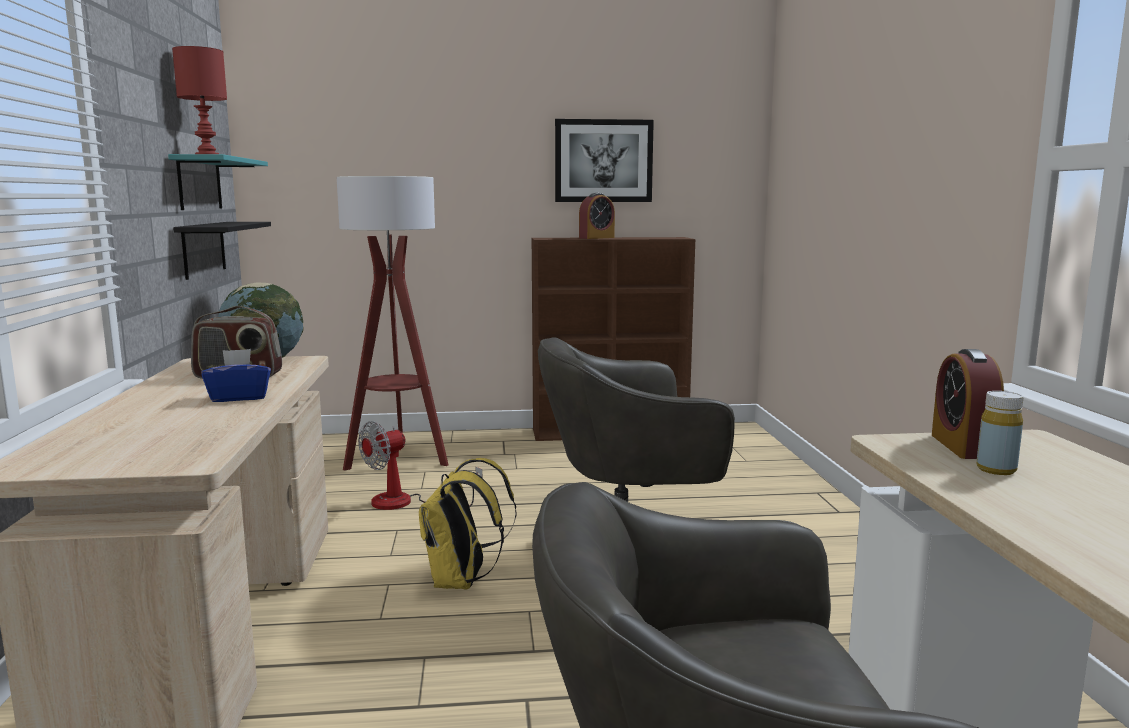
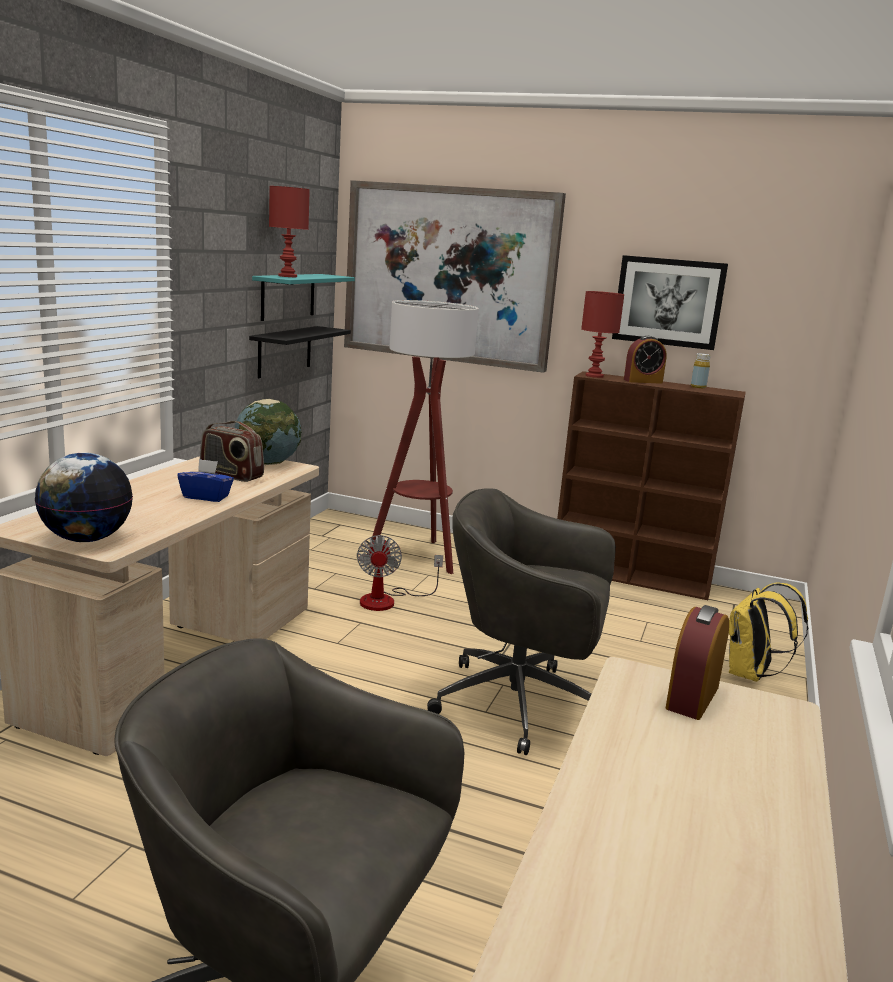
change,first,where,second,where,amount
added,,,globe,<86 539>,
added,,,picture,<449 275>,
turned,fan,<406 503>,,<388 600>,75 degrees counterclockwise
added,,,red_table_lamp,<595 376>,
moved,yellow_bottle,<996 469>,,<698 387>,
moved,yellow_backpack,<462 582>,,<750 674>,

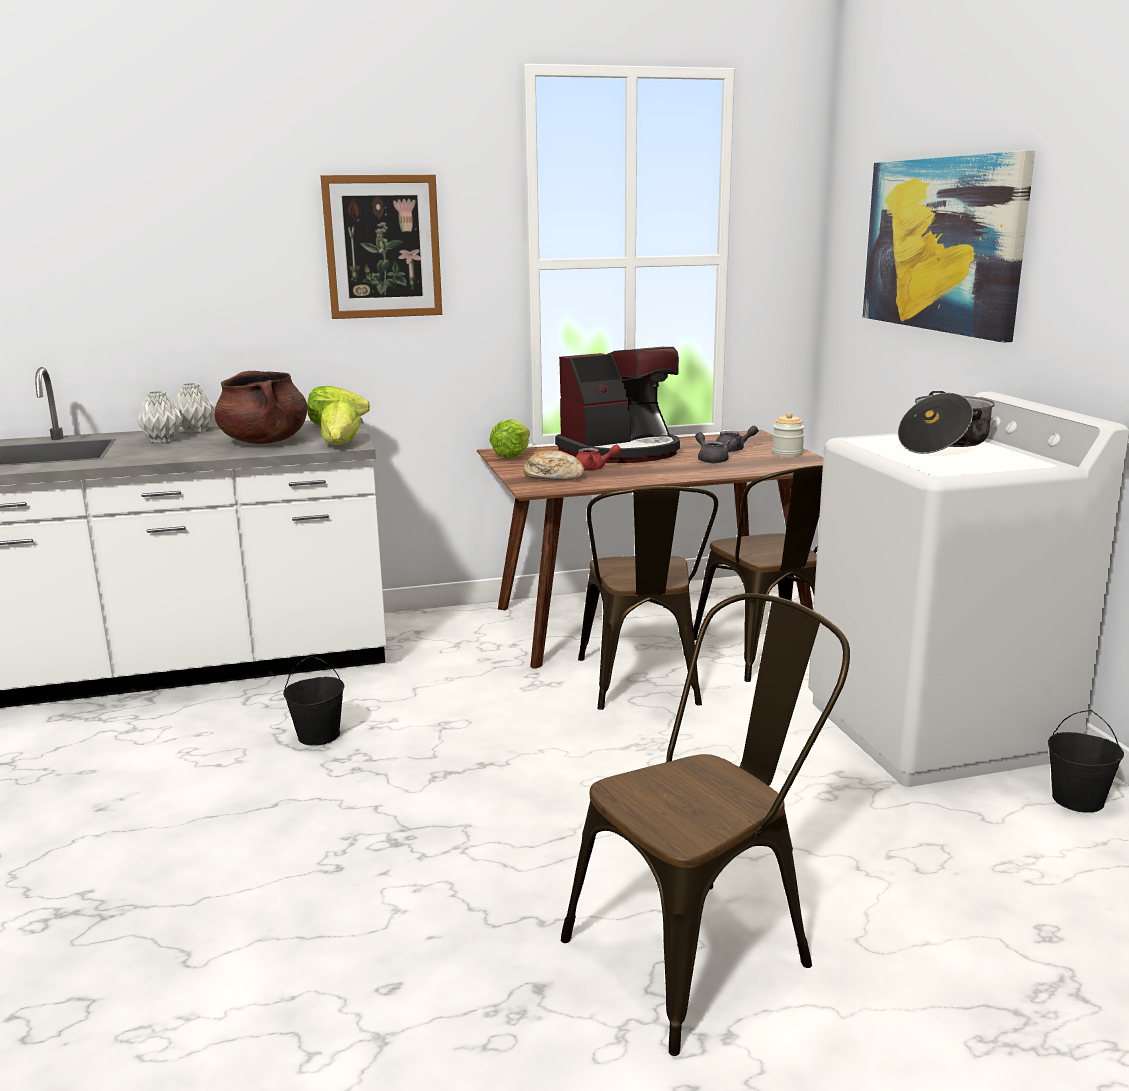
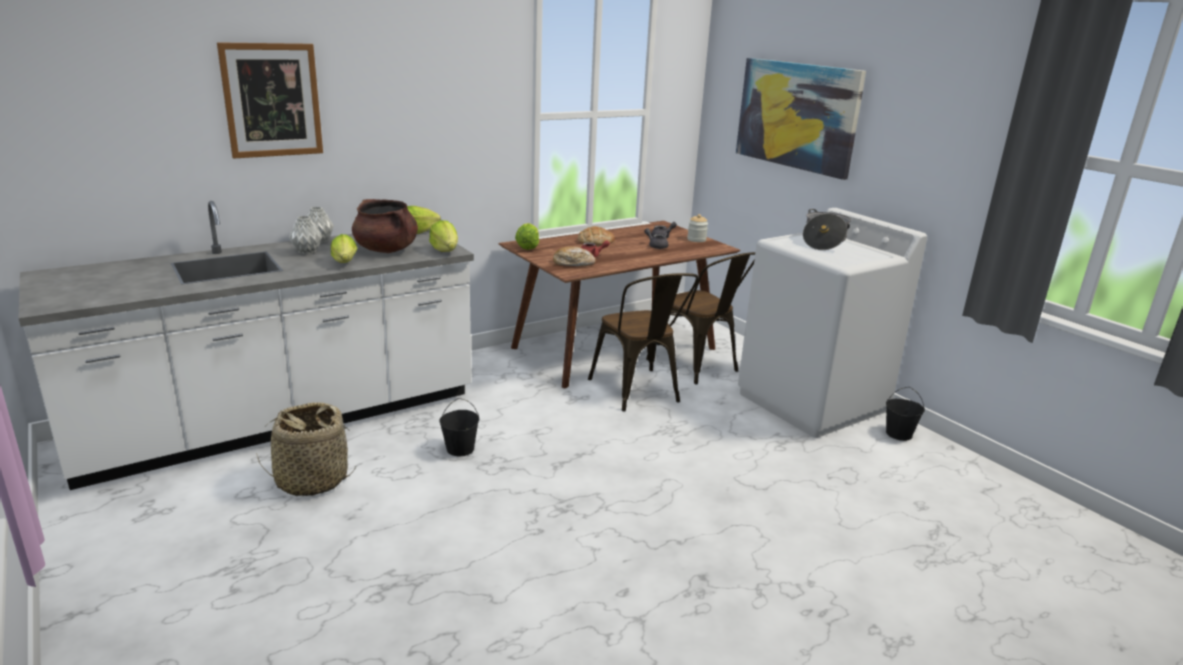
change,first,where,second,where,amount
moved,picture,<383 247>,,<272 100>,
added,,,basket,<311 480>,
added,,,lettuce,<345 263>,
replaced,coffee_machine,<621 451>,bread,<595 241>,
removed,brown_chair,<704 949>,,,

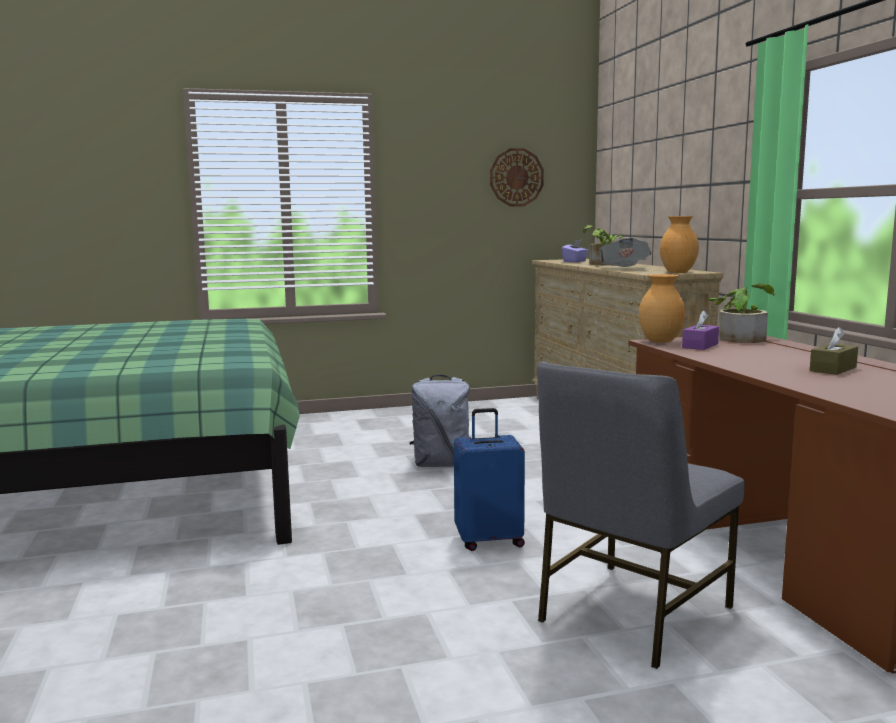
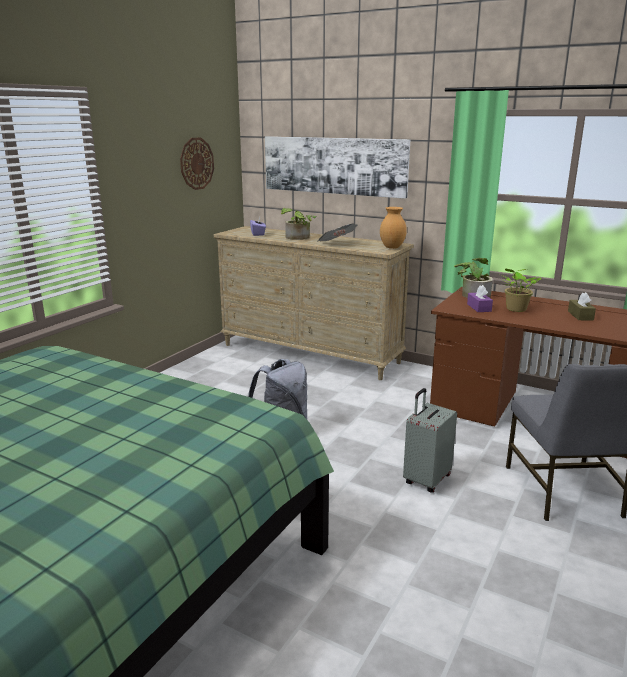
change,first,where,second,where,amount
added,,,picture,<334 165>,
recoloured,blue_suitcase,<489 540>,grey_suitcase,<426 479>,
added,,,potted_plant,<515 309>,
removed,brown_vase,<660 342>,,,

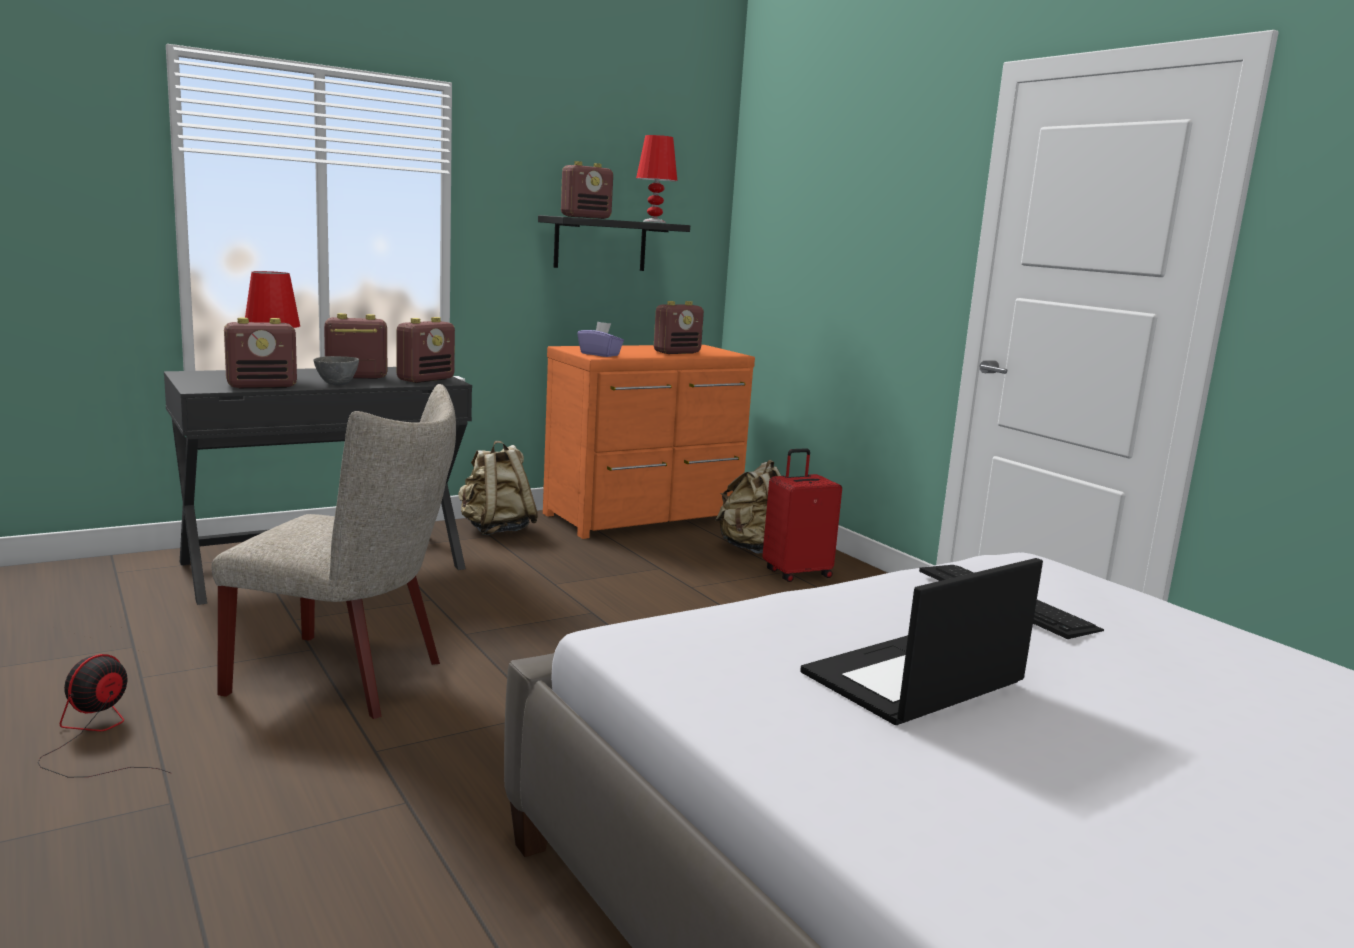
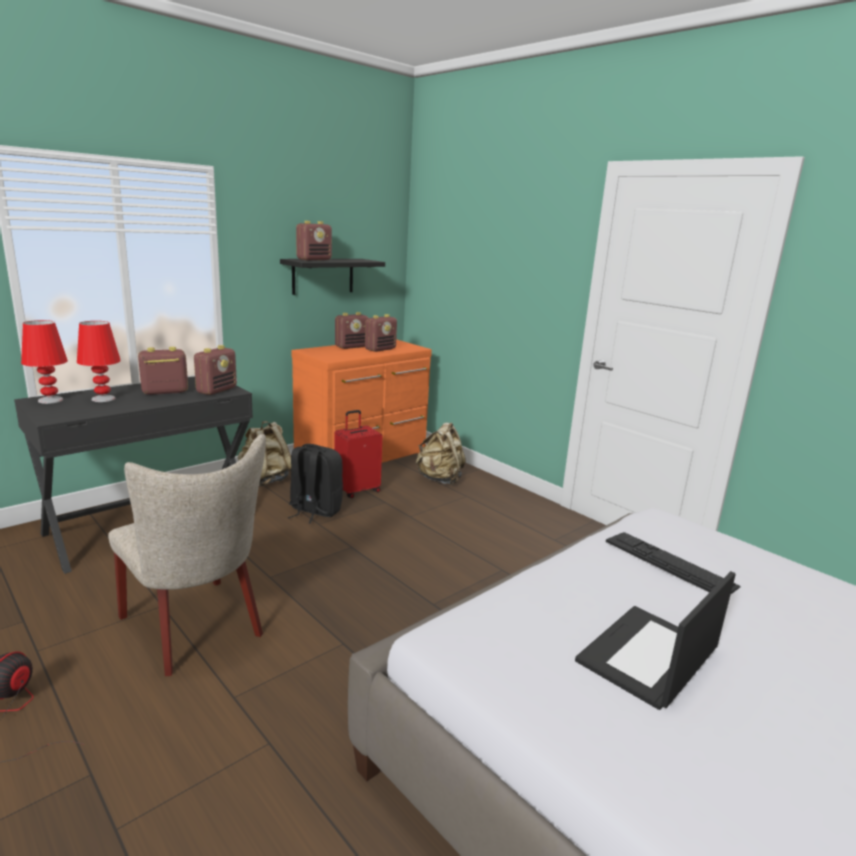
change,first,where,second,where,amount
moved,red_table_lamp,<654 222>,,<51 400>,
turned,beige_chair,<349 678>,,<197 629>,45 degrees clockwise
added,,,black_backpack,<314 511>,
moved,red_suitcase,<796 573>,,<357 490>,
moved,radio,<262 386>,,<351 347>,
removed,grey_bowl,<337 384>,,,
removed,purple_tissue_box,<600 354>,,,

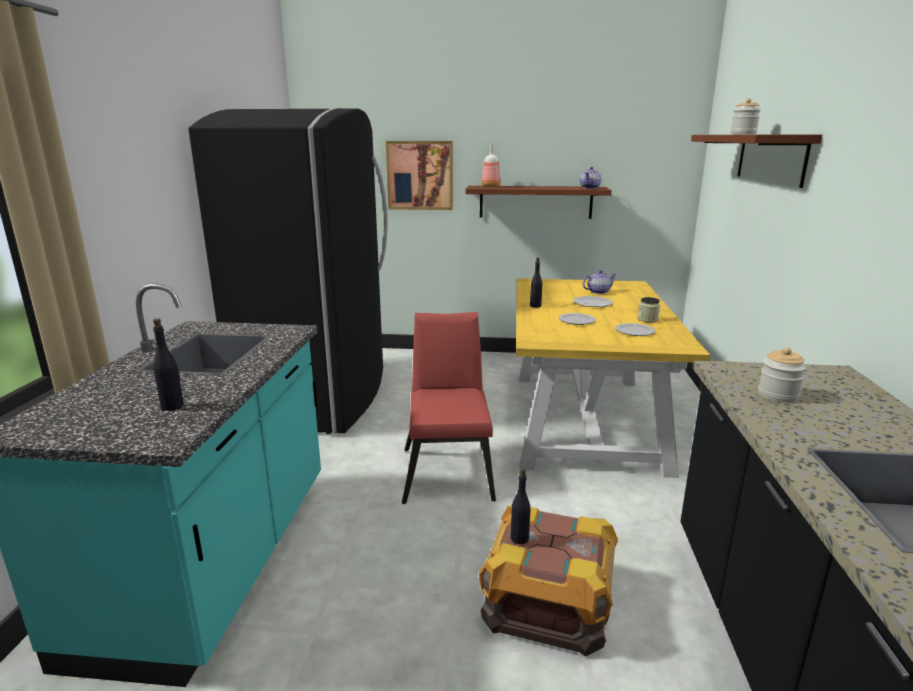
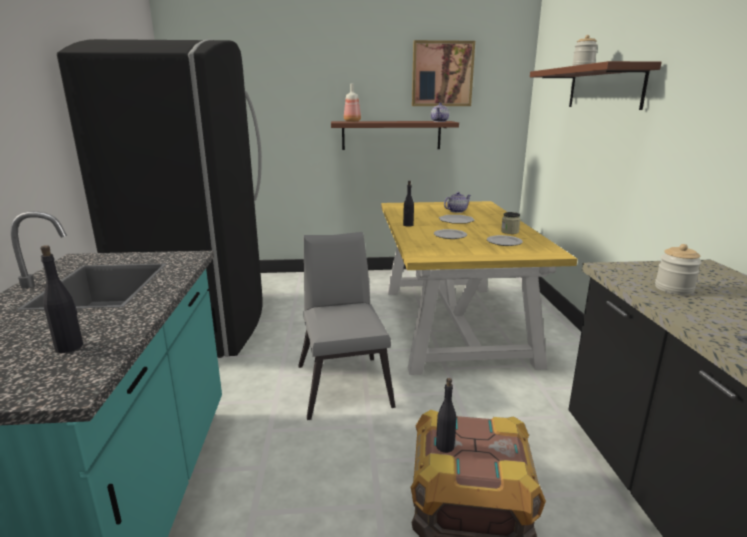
change,first,where,second,where,amount
recoloured,red_chair,<448 469>,grey_chair,<344 381>,
moved,picture,<420 175>,,<442 74>,

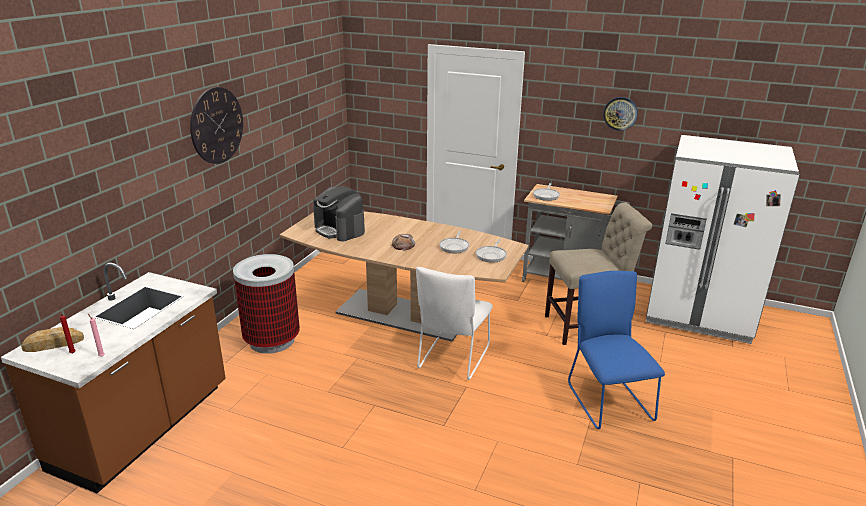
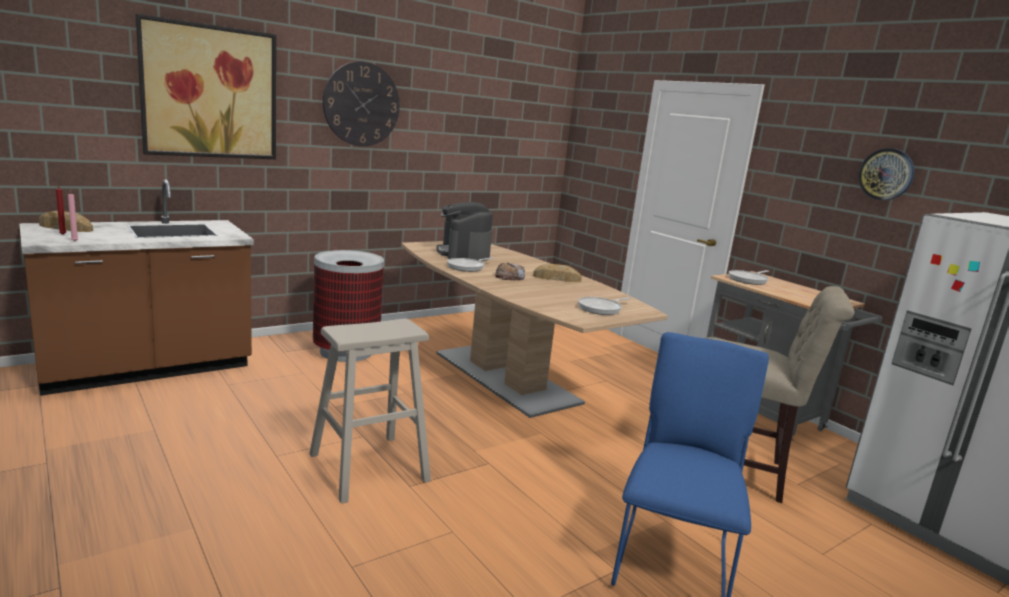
change,first,where,second,where,amount
added,,,picture,<210 92>,
added,,,beige_stool,<369 467>,
moved,frying_pan,<454 246>,,<467 267>,
added,,,bread,<556 278>,
removed,white_chair,<452 359>,,,

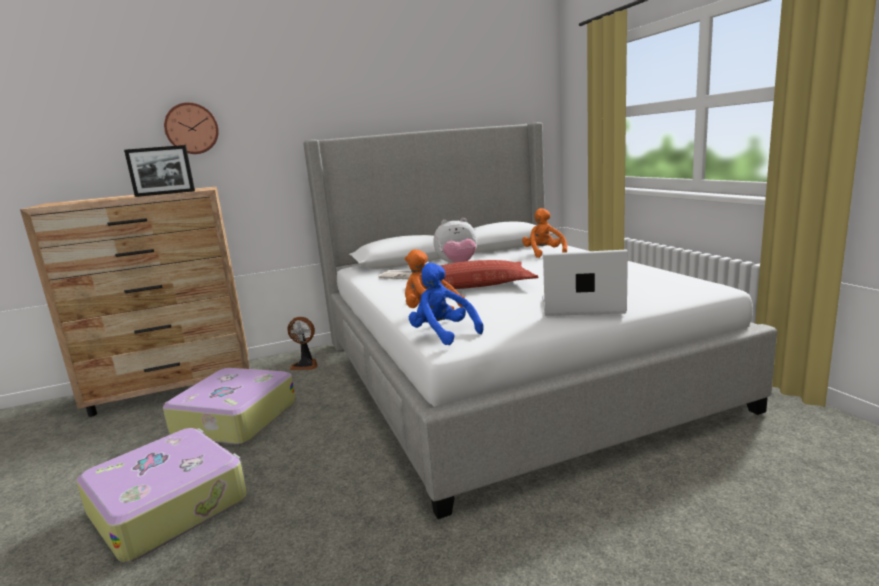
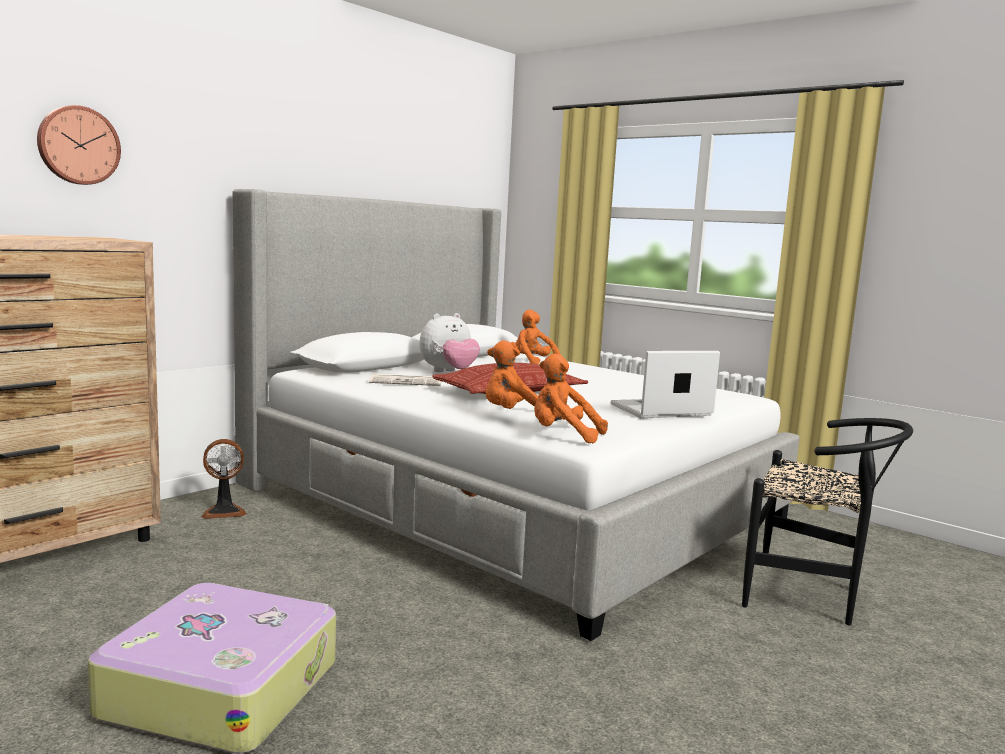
change,first,where,second,where,amount
recoloured,blue_plush_toy,<443 334>,orange_plush_toy,<563 435>,
added,,,black_chair,<811 597>,
removed,picture_frame,<165 194>,,,
removed,suitcase,<234 419>,,,

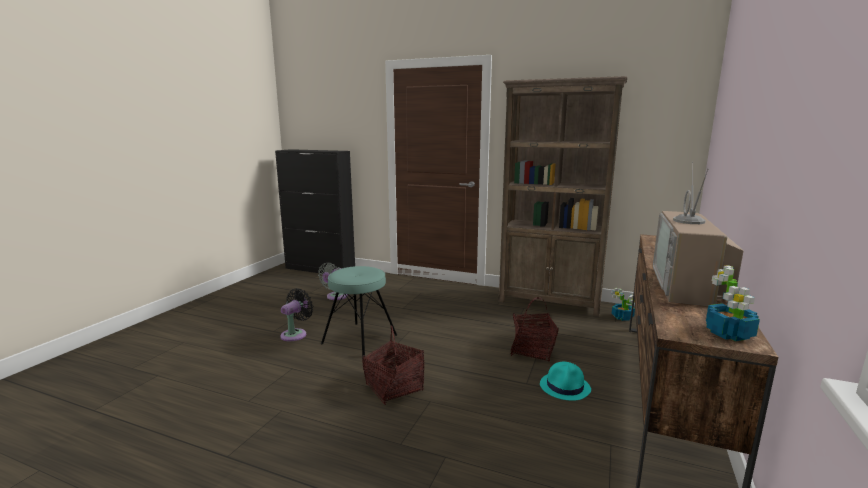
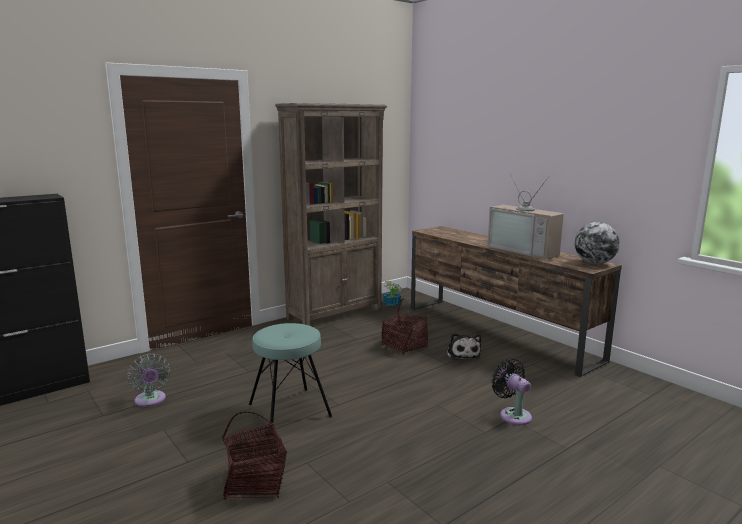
change,first,where,second,where,amount
moved,basket,<394 387>,,<255 482>,
replaced,turquoise_hat,<565 387>,plush_toy,<462 354>,
moved,black_fan,<296 334>,,<513 415>,
replaced,potted_plant,<729 334>,globe,<594 263>,

